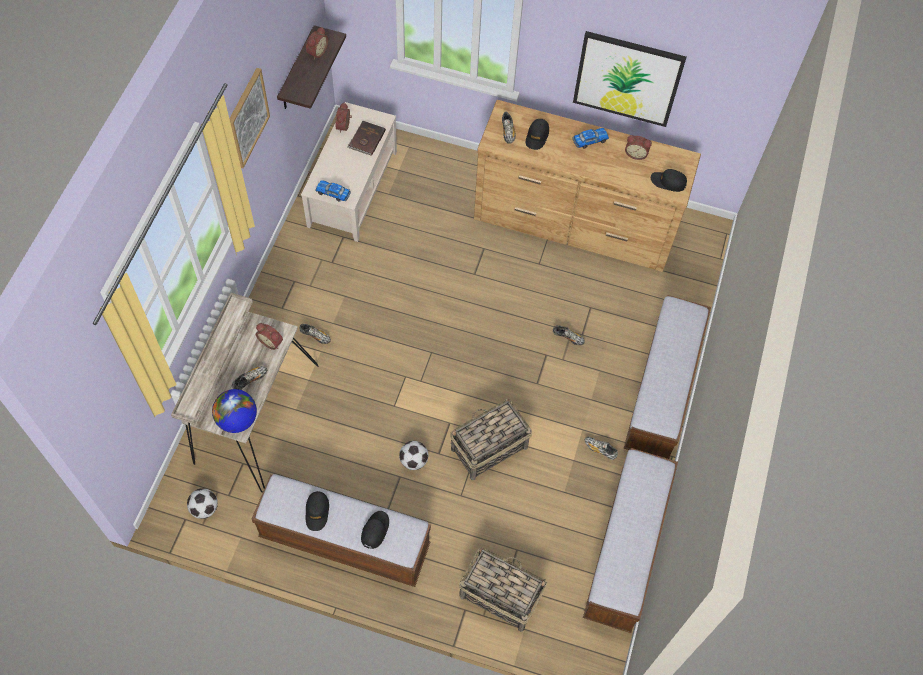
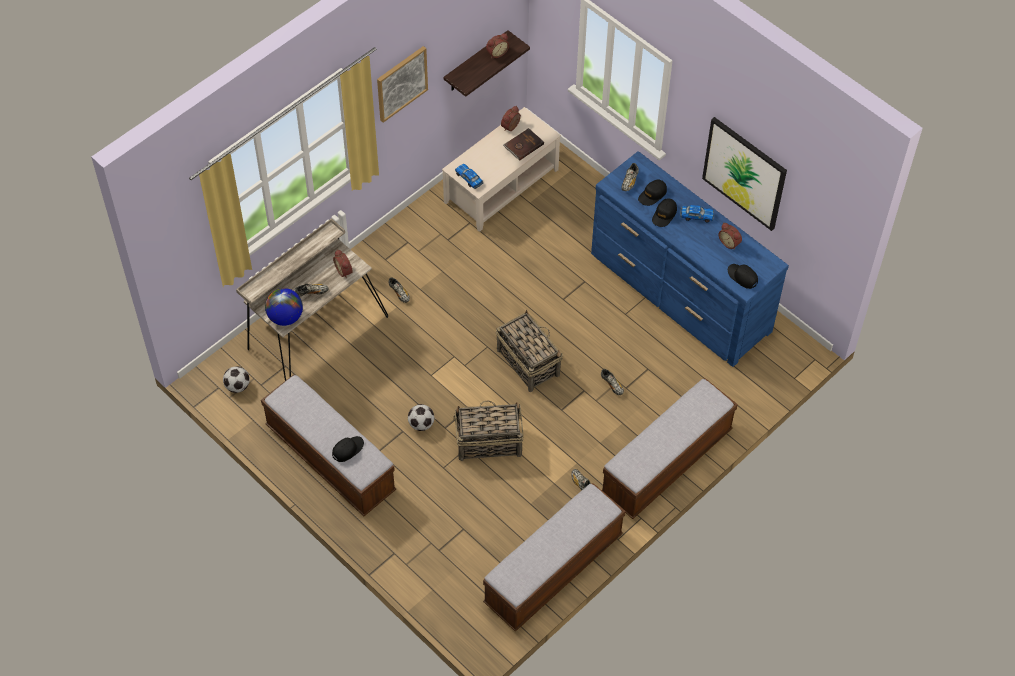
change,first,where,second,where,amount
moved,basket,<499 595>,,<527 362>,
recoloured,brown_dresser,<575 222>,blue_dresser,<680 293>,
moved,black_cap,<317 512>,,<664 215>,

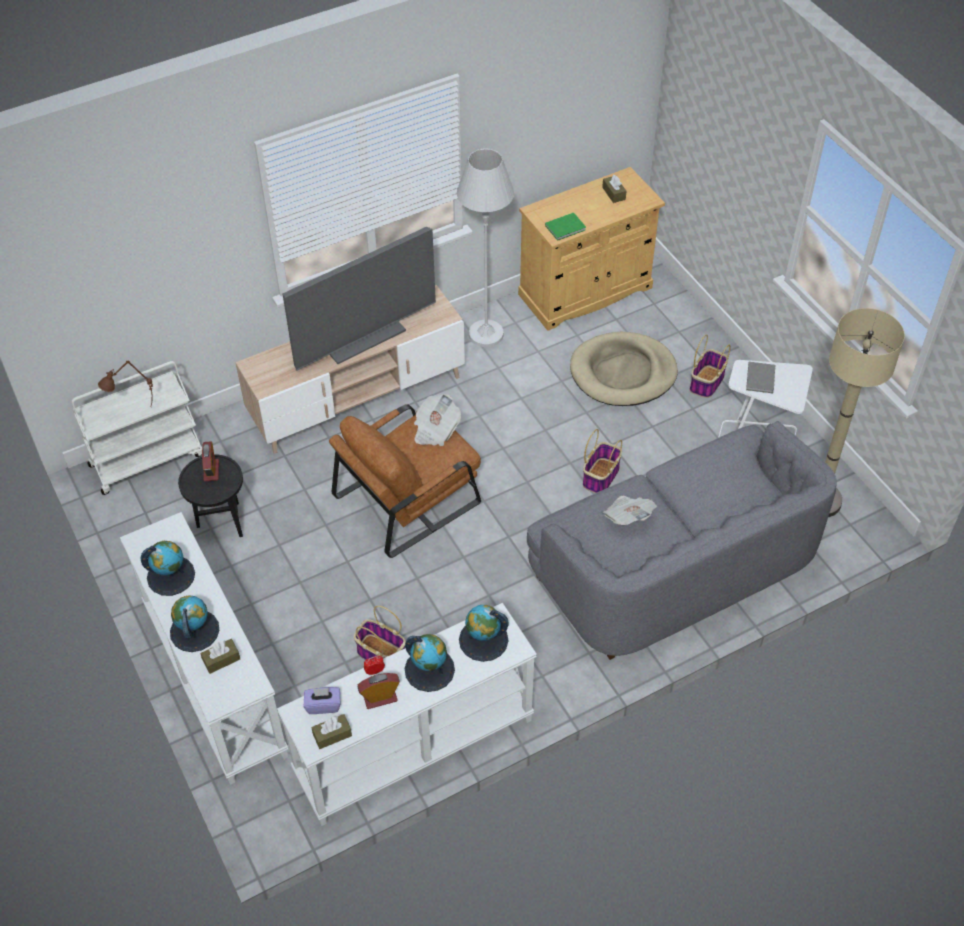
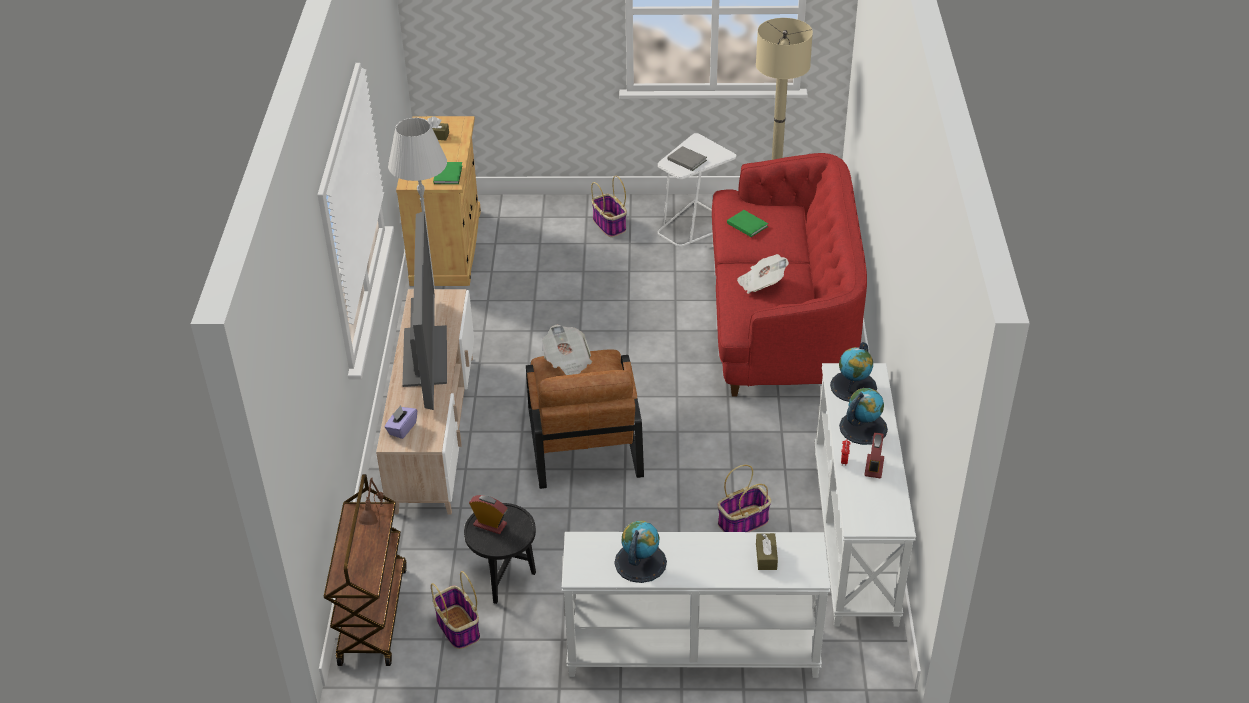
change,first,where,second,where,amount
recoloured,white_cart,<147 459>,brown_cart,<372 614>,
moved,purple_tissue_box,<323 705>,,<402 429>,
moved,basket,<601 476>,,<457 627>,
recoloured,grey_sofa,<675 568>,red_sofa,<780 317>,
added,,,green_book,<747 224>,
removed,globe,<194 630>,,,
removed,brown_tissue_box,<332 735>,,,
removed,beige_dog_bed,<623 373>,,,

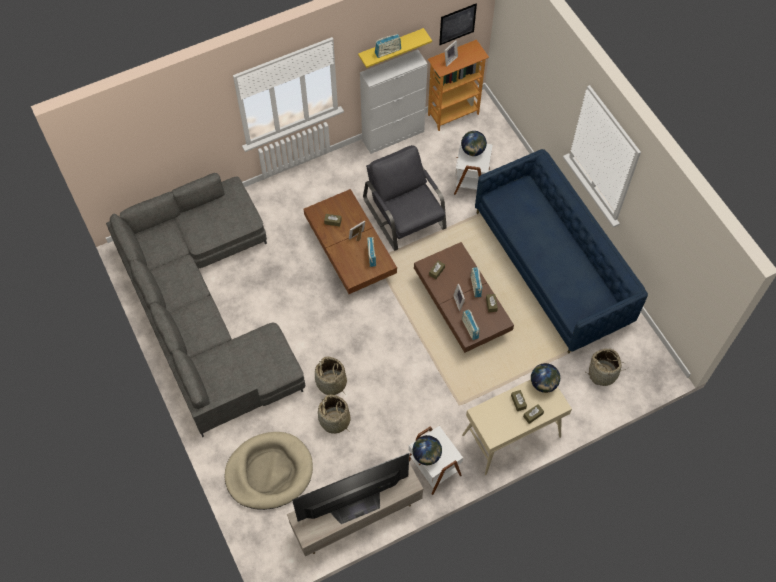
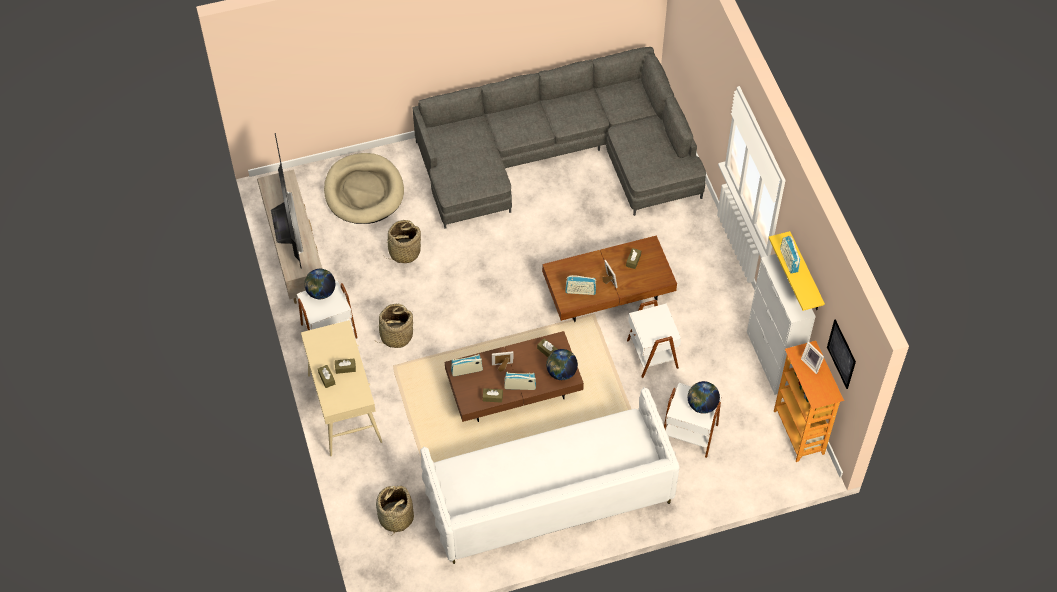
change,first,where,second,where,amount
moved,basket,<331 383>,,<396 335>,
recoloured,blue_sofa,<551 267>,white_sofa,<548 496>,
moved,globe,<543 384>,,<561 372>,
replaced,grey_armchair,<405 214>,white_side_table,<651 354>,

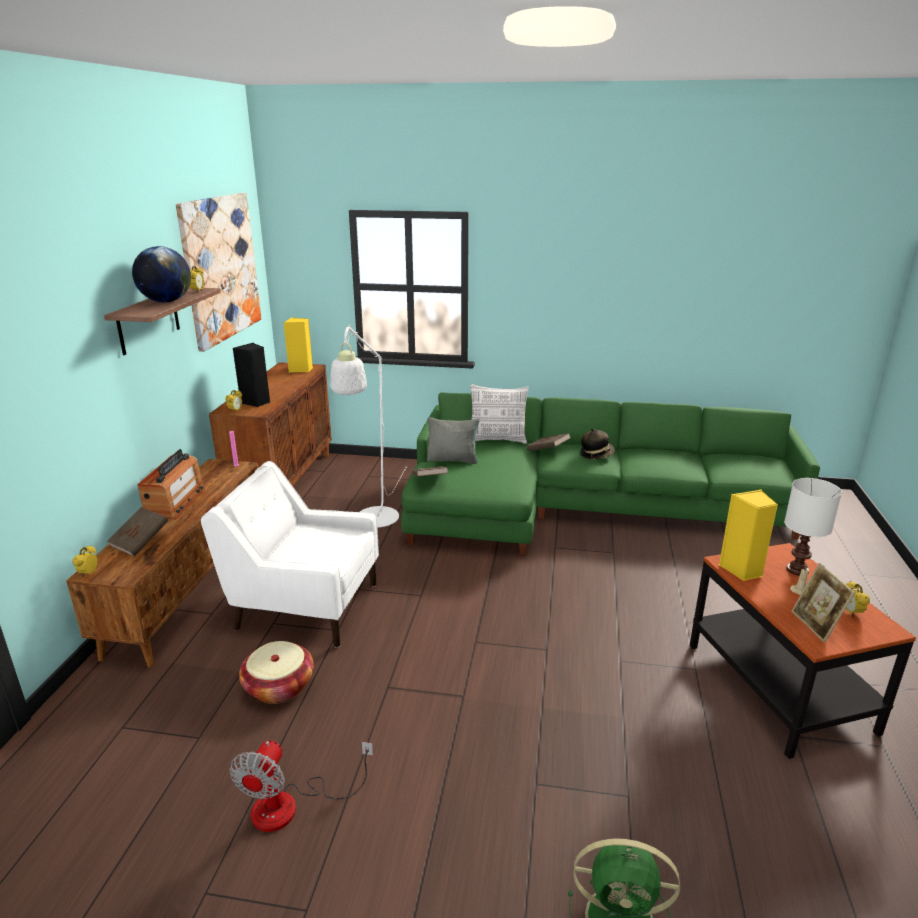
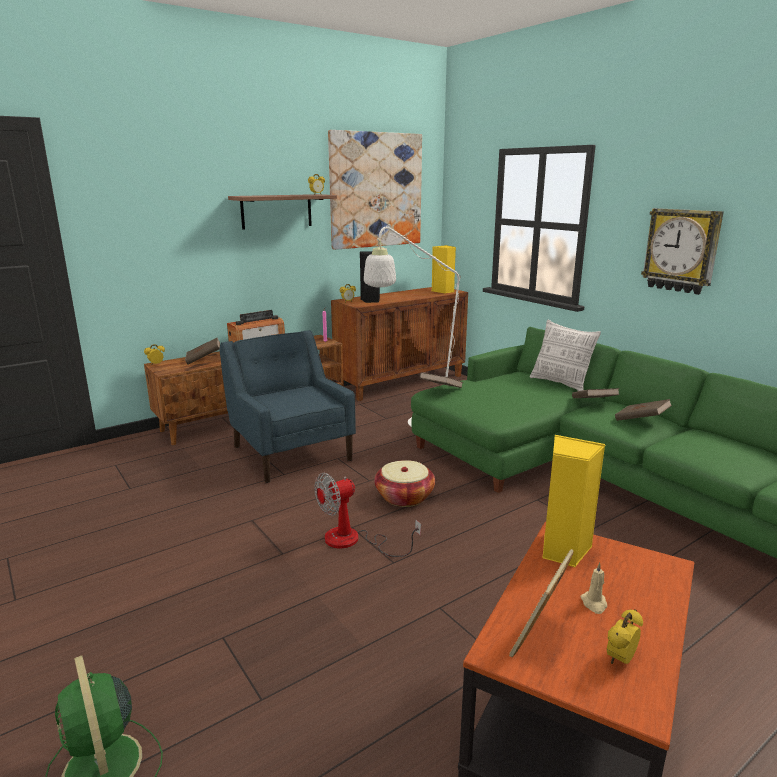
change,first,where,second,where,amount
recoloured,white_armchair,<304 606>,blue_armchair,<291 452>,
moved,fan,<291 806>,,<354 541>,
moved,basket,<279 686>,,<404 497>,
replaced,hat,<596 454>,brown_book,<641 421>,
added,,,wall_clock,<681 250>,
removed,globe,<166 302>,,,
removed,grey_pillow,<453 459>,,,
removed,white_table_lamp,<797 570>,,,

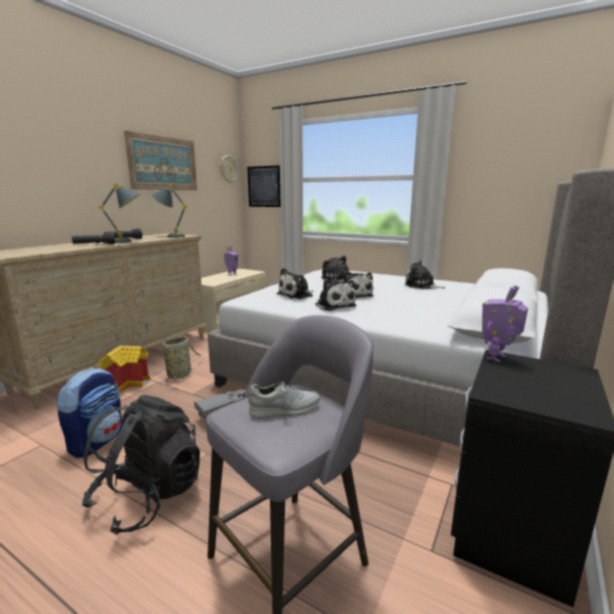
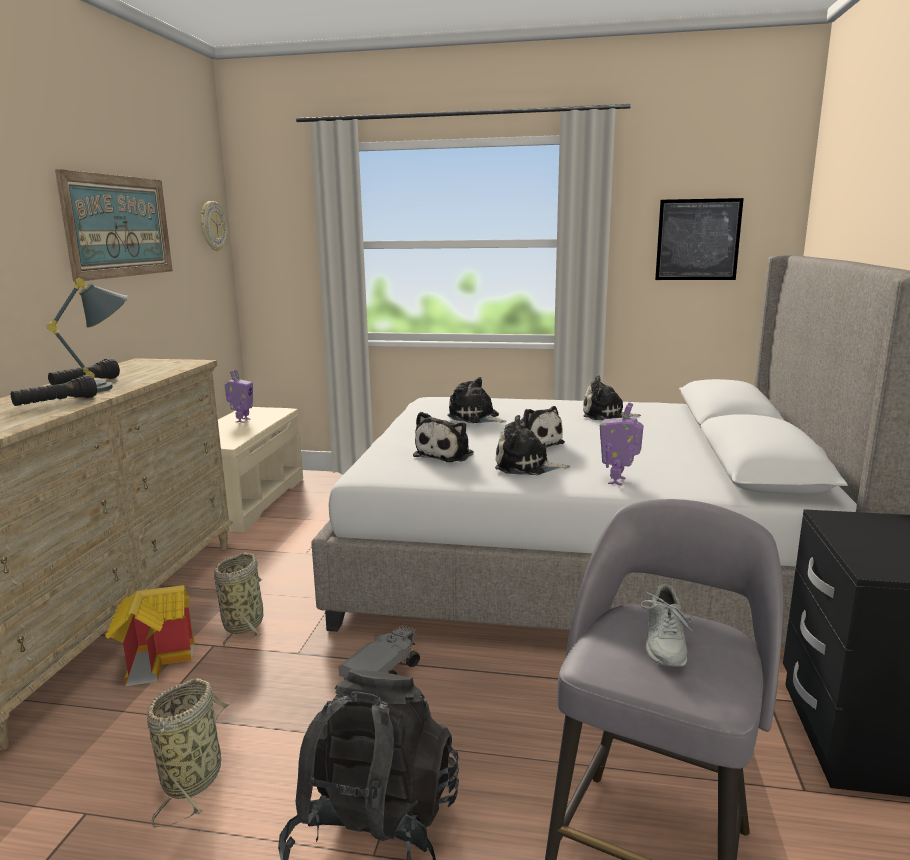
change,first,where,second,where,amount
replaced,backpack,<97 441>,basket,<194 776>,
turned,plush_toy,<334 305>,,<526 466>,150 degrees clockwise
moved,toy_robot,<497 357>,,<618 481>,
turned,grey_shoe,<285 409>,,<664 643>,135 degrees clockwise
moved,picture,<264 186>,,<698 240>,
removed,grey_table_lamp,<170 236>,,,

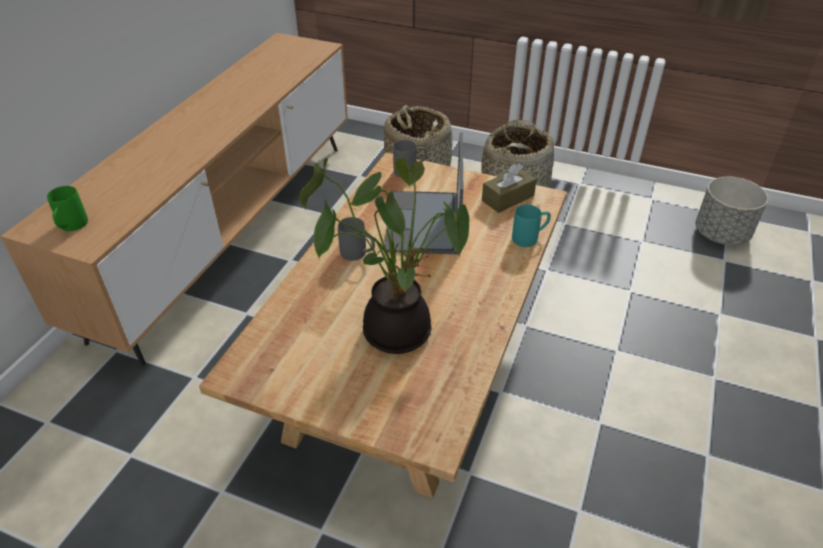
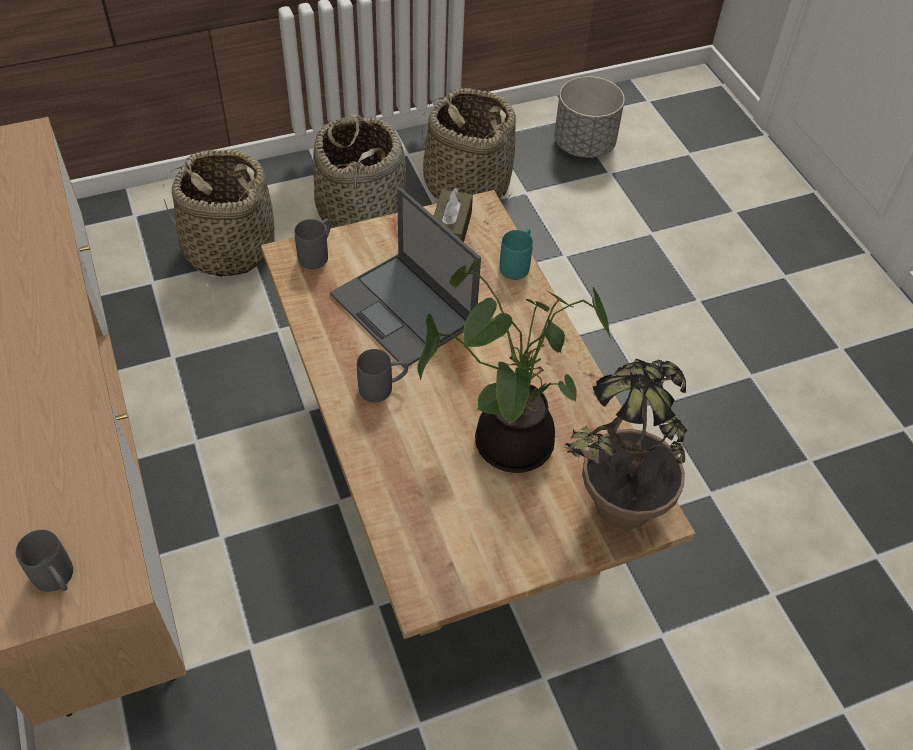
change,first,where,second,where,amount
recoloured,green_mug,<71 227>,grey_mug,<58 580>,
added,,,basket,<466 184>,
added,,,potted_plant,<609 518>,

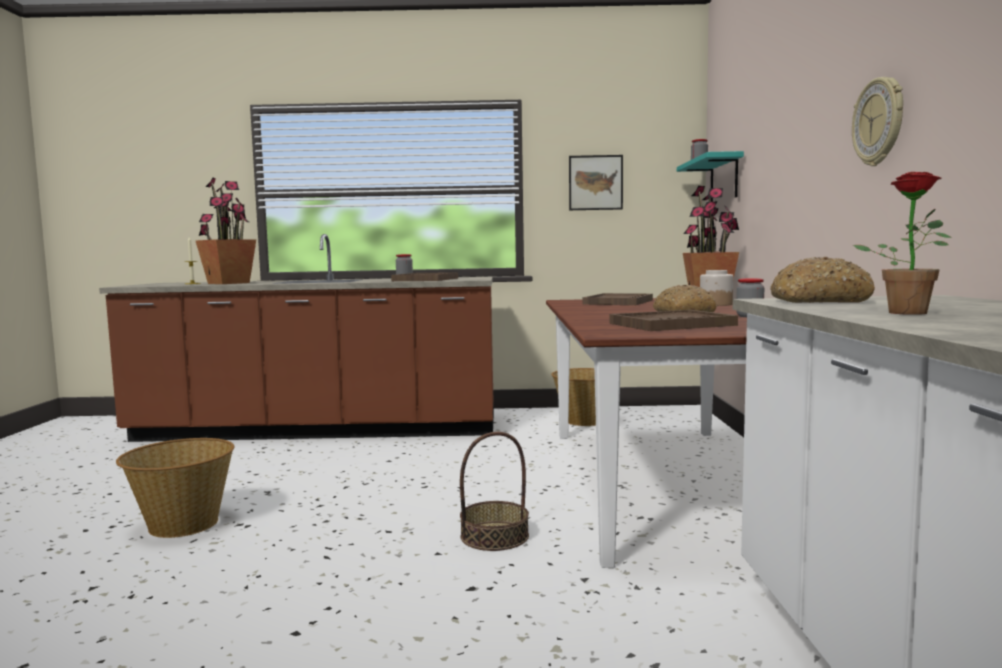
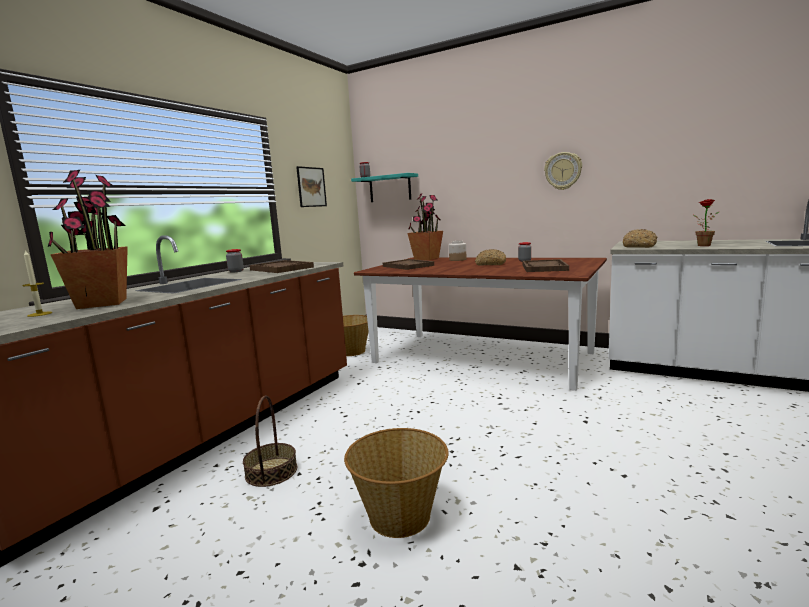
change,first,where,second,where,amount
moved,basket,<494 536>,,<271 471>,

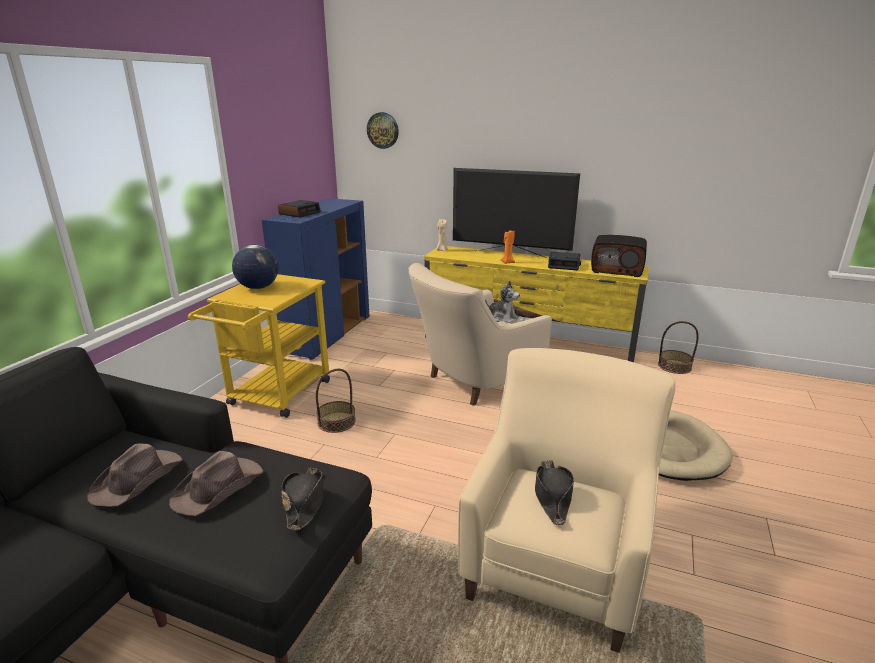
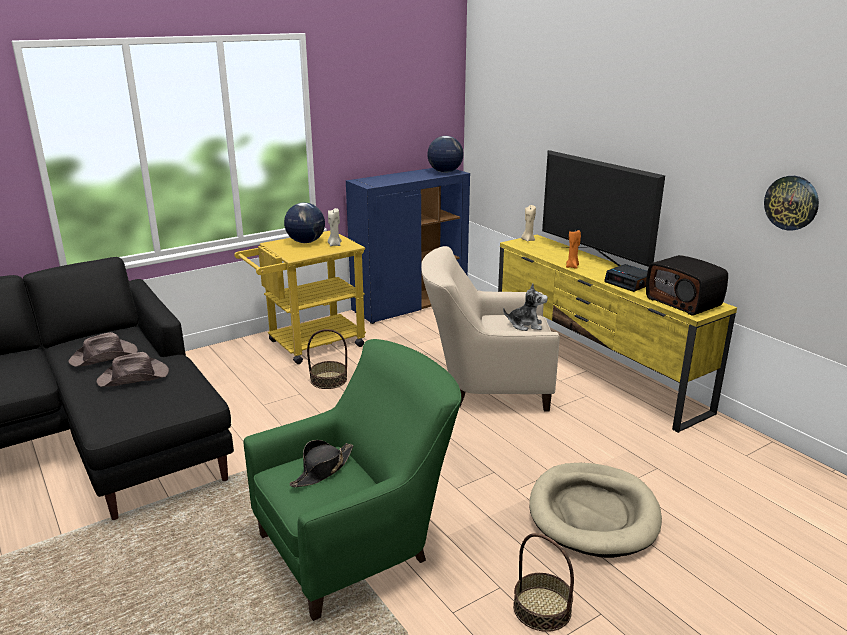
change,first,where,second,where,amount
recoloured,beige_armchair,<558 558>,green_armchair,<359 545>,
added,,,beige_candle,<334 244>,
added,,,globe,<445 172>,
turned,plush_toy,<502 318>,,<525 325>,60 degrees counterclockwise
moved,basket,<674 366>,,<542 609>,
moved,wall_clock,<383 130>,,<791 202>,
removed,alarm_clock,<299 213>,,,
removed,black_hat,<305 502>,,,

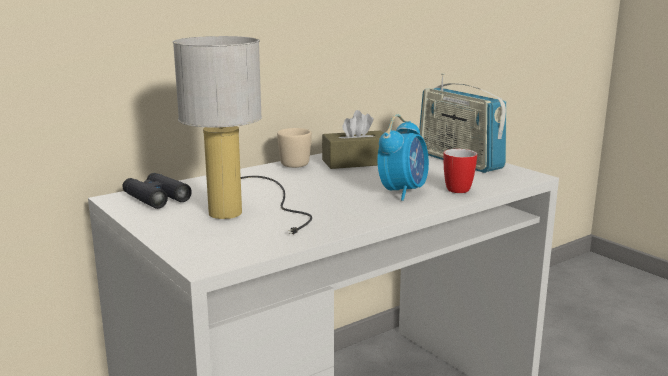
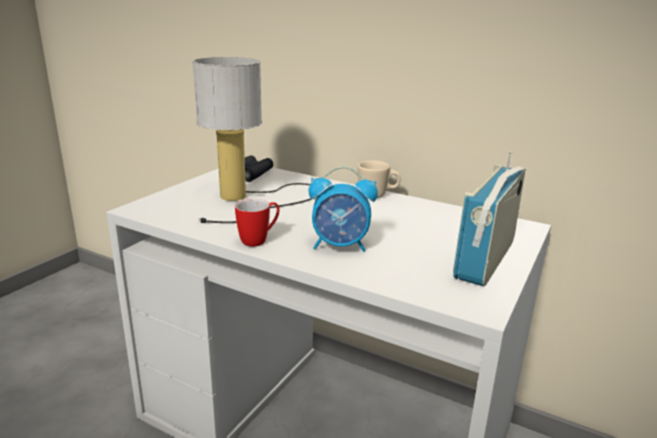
change,first,where,second,where,amount
moved,mug,<455 188>,,<259 240>,
removed,brown_tissue_box,<356 162>,,,

